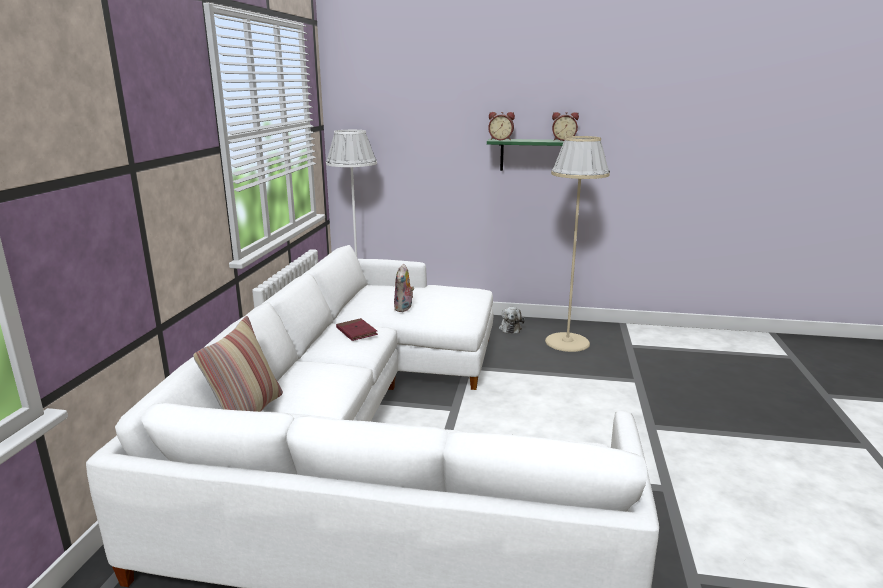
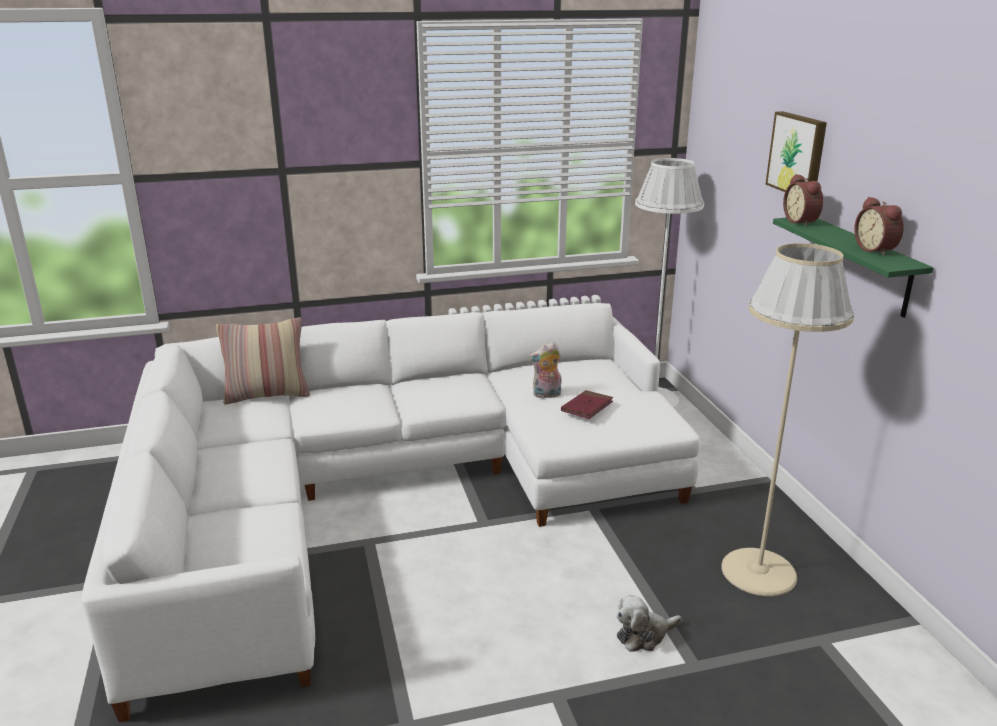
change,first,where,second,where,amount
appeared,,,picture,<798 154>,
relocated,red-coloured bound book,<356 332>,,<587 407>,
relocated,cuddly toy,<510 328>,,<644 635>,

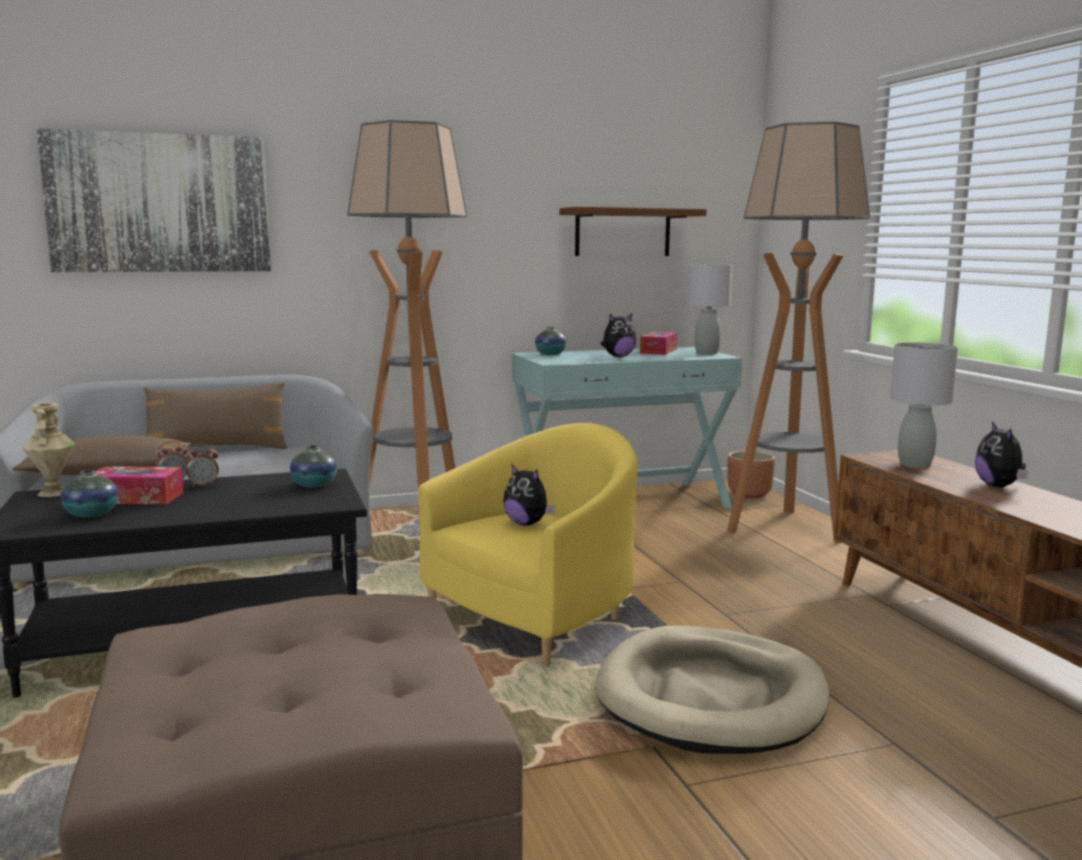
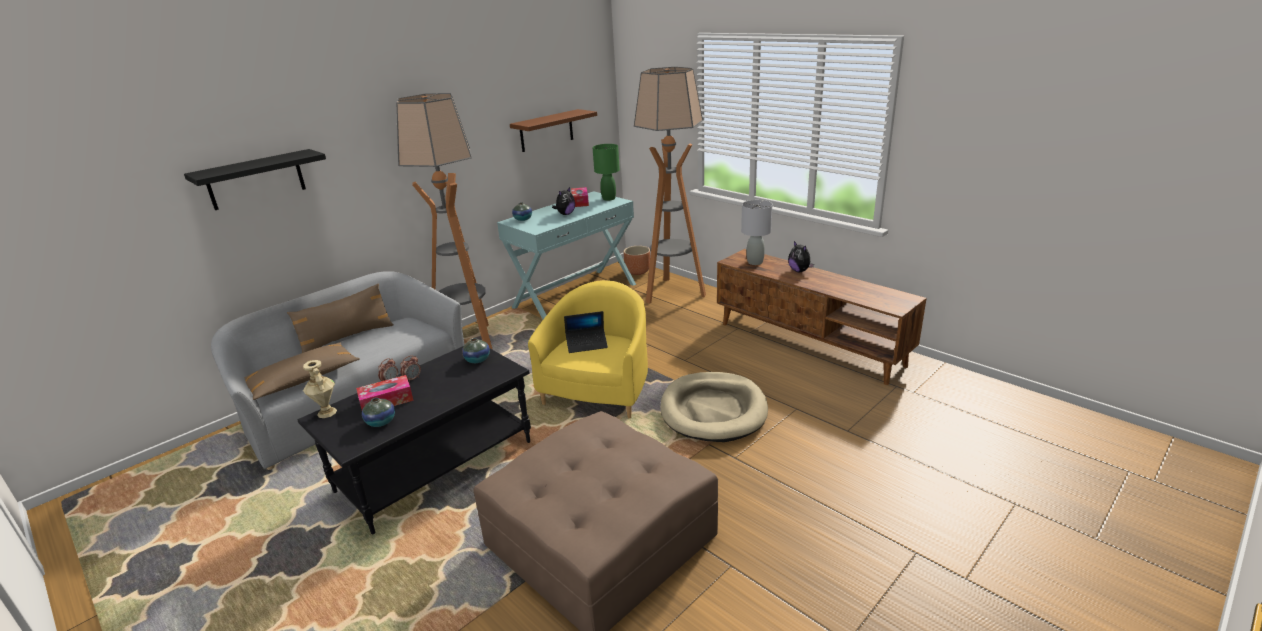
change,first,where,second,where,amount
exchanged,picture,<160 203>,blackish shelf,<256 180>,
exchanged,cuddly toy,<527 523>,notebook computer,<587 344>,
colour,grey table lamp,<706 353>,green table lamp,<608 198>,

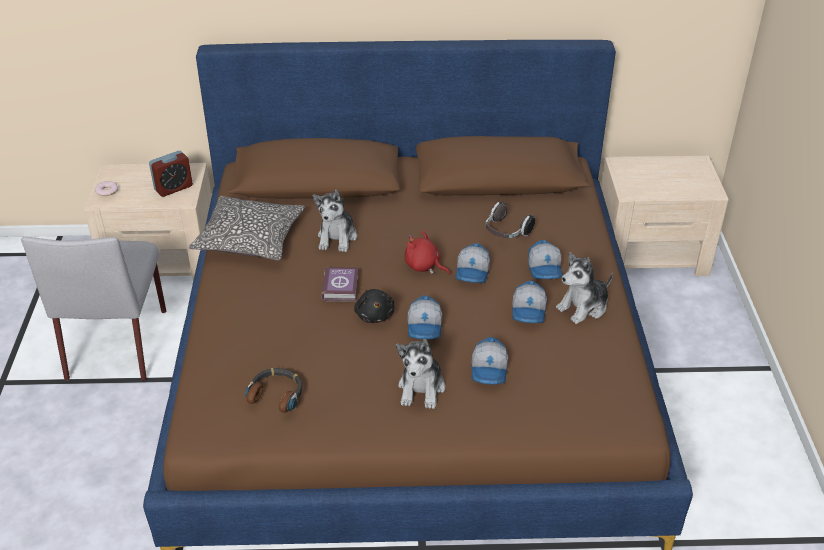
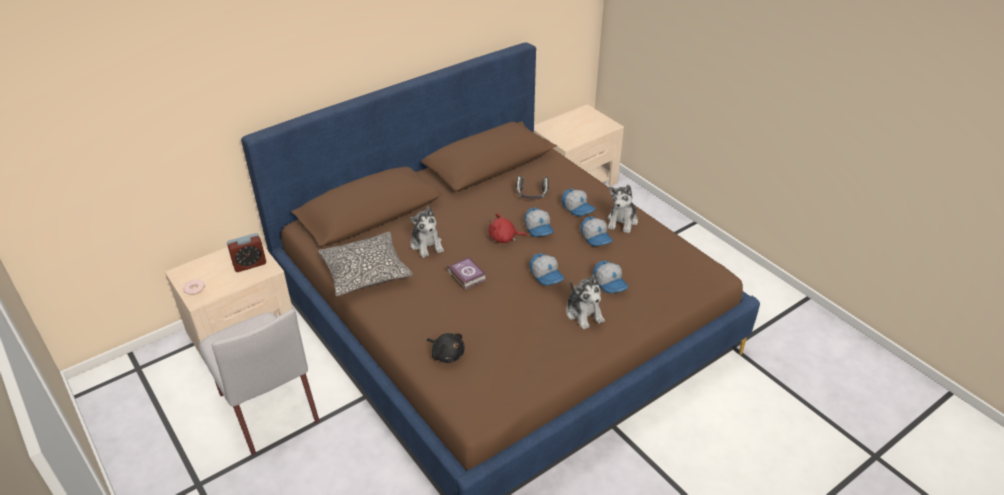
change,first,where,second,where,amount
missing,pair of headphones,<276 394>,,,
relocated,blackish cuddly toy,<374 314>,,<447 354>,
spun,table clock,<173 188>,,<250 264>,45 degrees clockwise

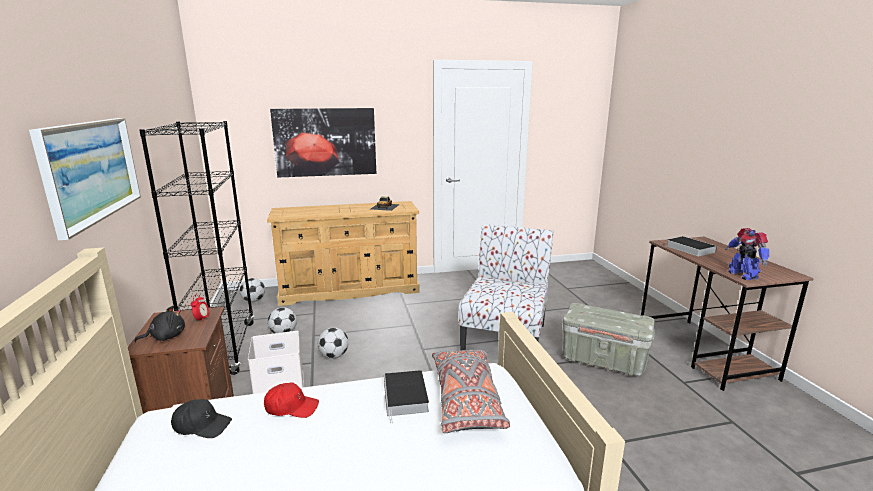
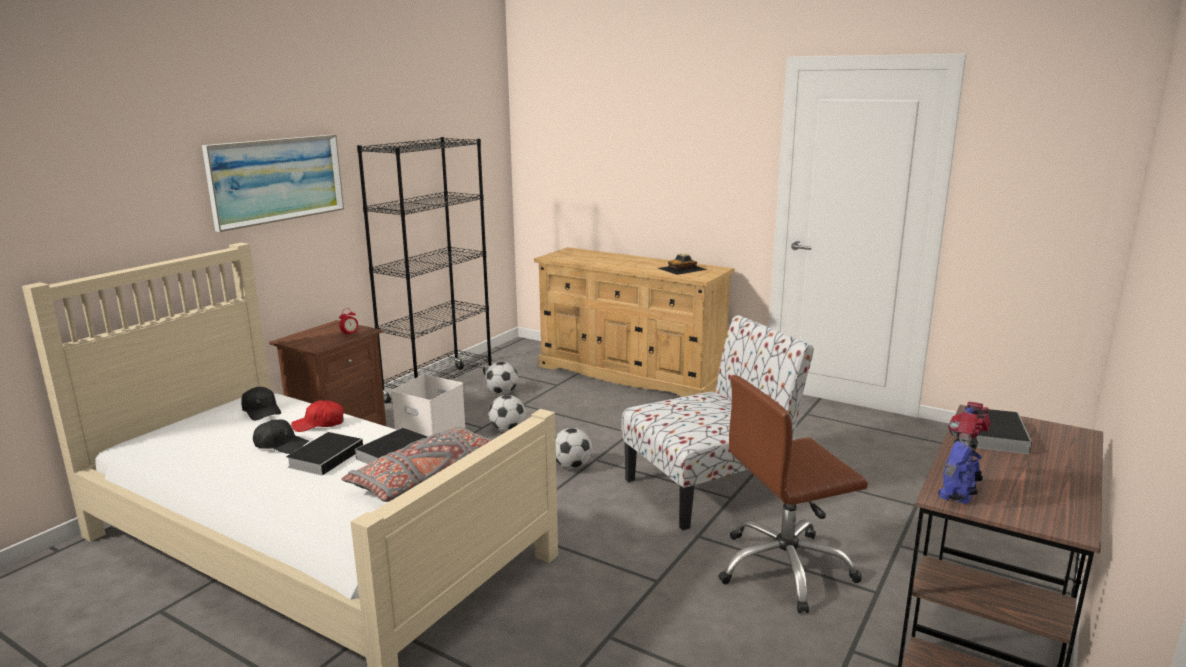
change,first,where,second,where,amount
missing,blackish cuddly toy,<166 337>,,,
missing,picture,<325 142>,,,
appeared,,,blackish cap,<281 445>,
appeared,,,bound book,<327 457>,
relocated,football,<253 301>,,<572 466>,
exchanged,grey storage container,<602 360>,brown office chair,<784 569>,
spun,red-coloured cap,<291 407>,,<319 424>,120 degrees clockwise

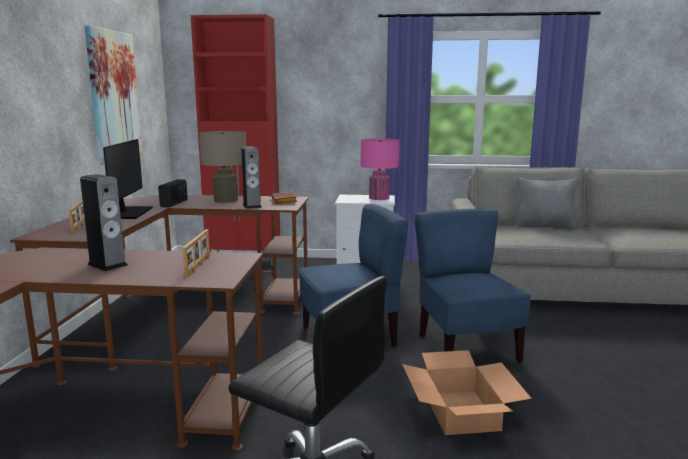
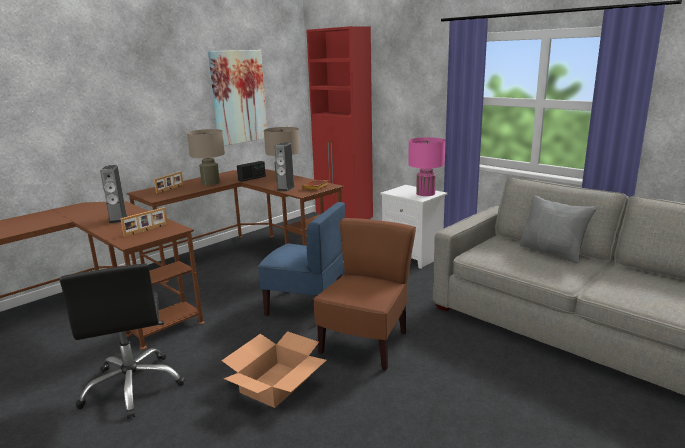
change,first,where,second,where,amount
exchanged,computer display,<126 213>,sand-coloured table lamp,<210 183>,
colour,bluish plain chair,<465 348>,brown plain chair,<365 343>,

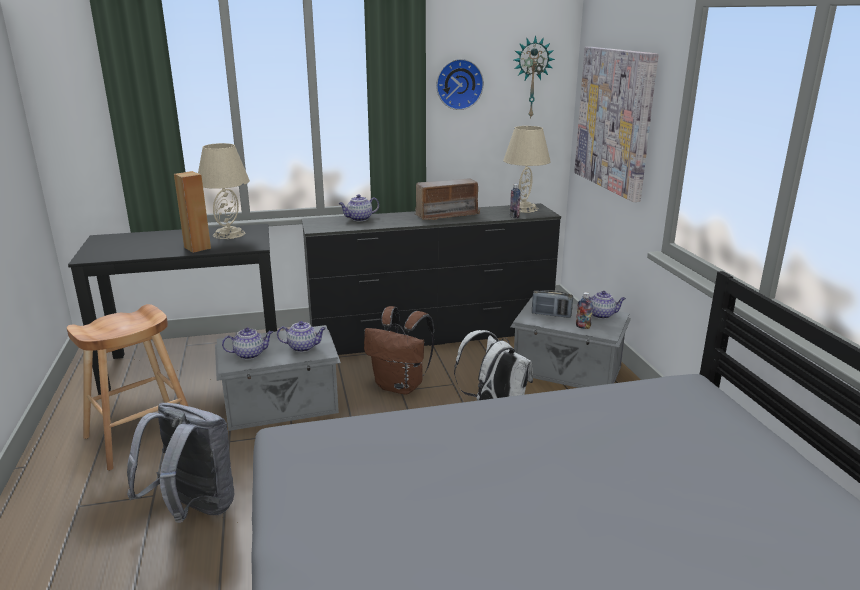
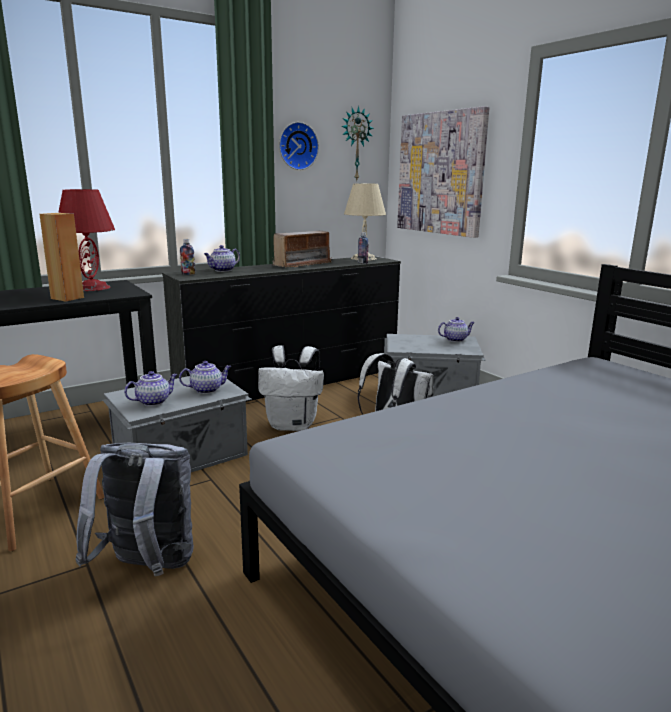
change,first,where,second,where,amount
missing,radio set,<551 315>,,,
relocated,beverage bottle,<583 327>,,<188 274>,
colour,sand-coloured table lamp,<229 234>,red-coloured table lamp,<92 287>,
colour,brown knapsack,<401 386>,white knapsack,<293 425>,

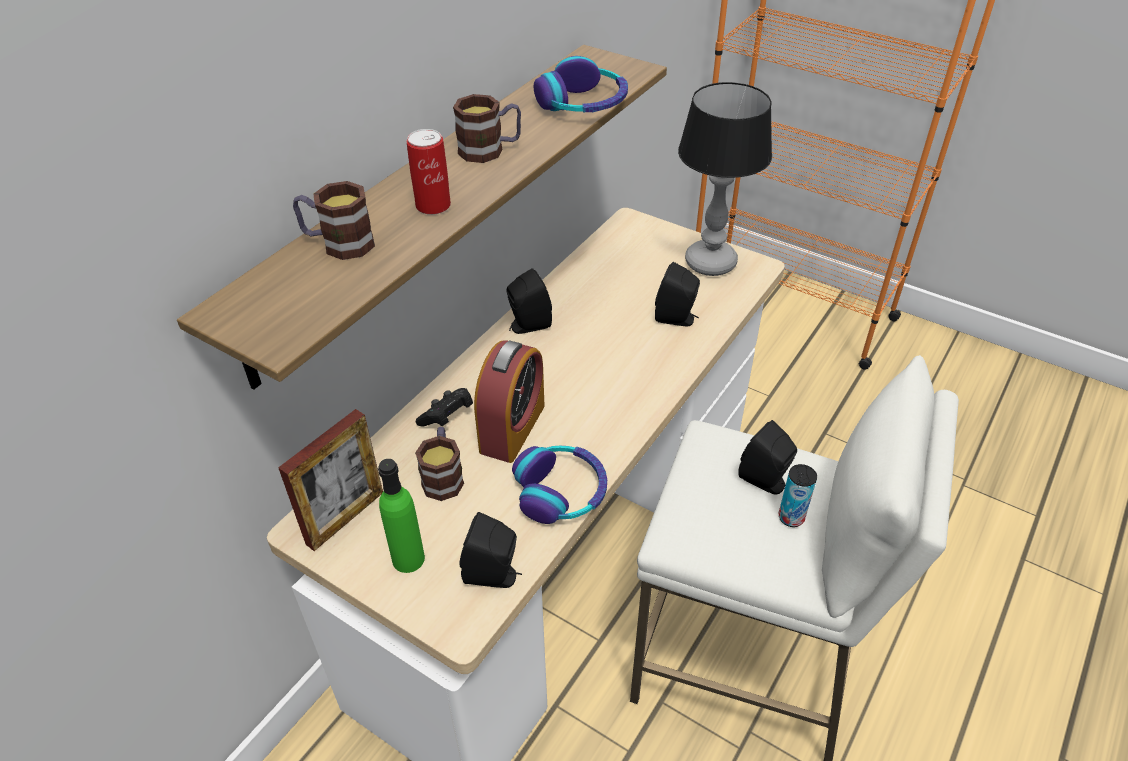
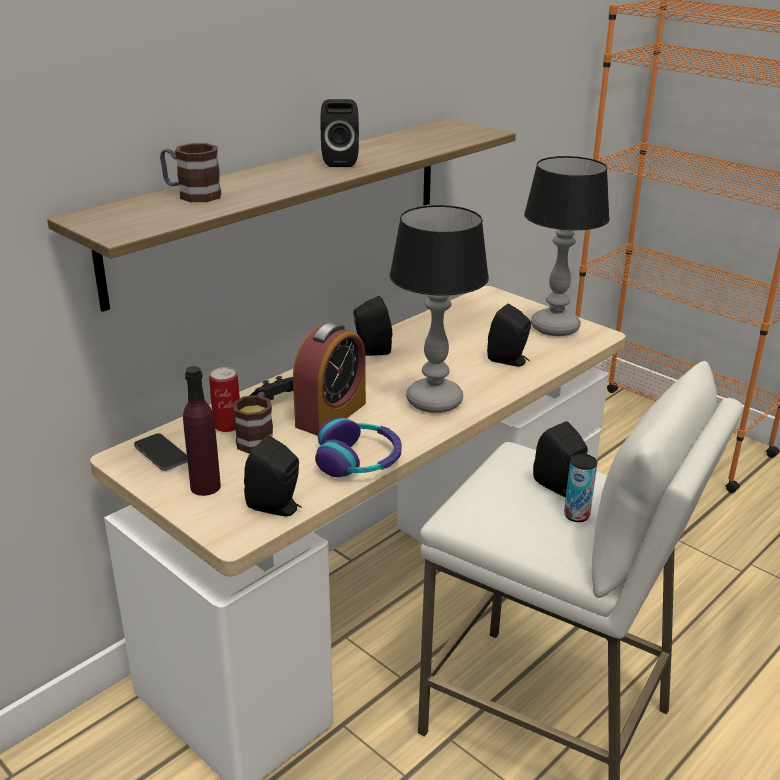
change,first,where,second,where,amount
missing,pair of headphones,<583 104>,,,
appeared,,,table lamp,<433 401>,
relocated,can,<433 205>,,<227 425>,
exchanged,standing frame,<345 518>,handset,<161 454>,
exchanged,mug,<490 150>,blackish speaker,<340 161>,
colour,green beverage bottle,<408 559>,purplish beverage bottle,<205 486>,

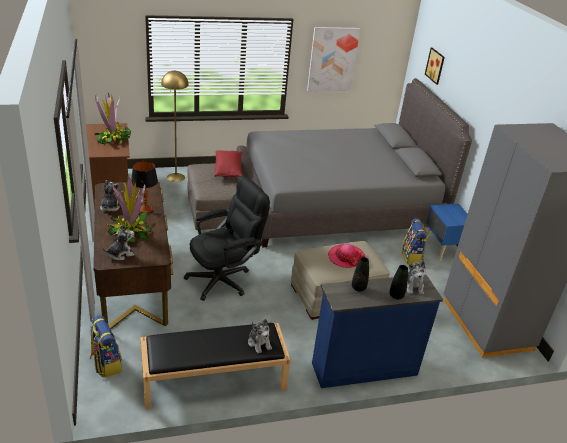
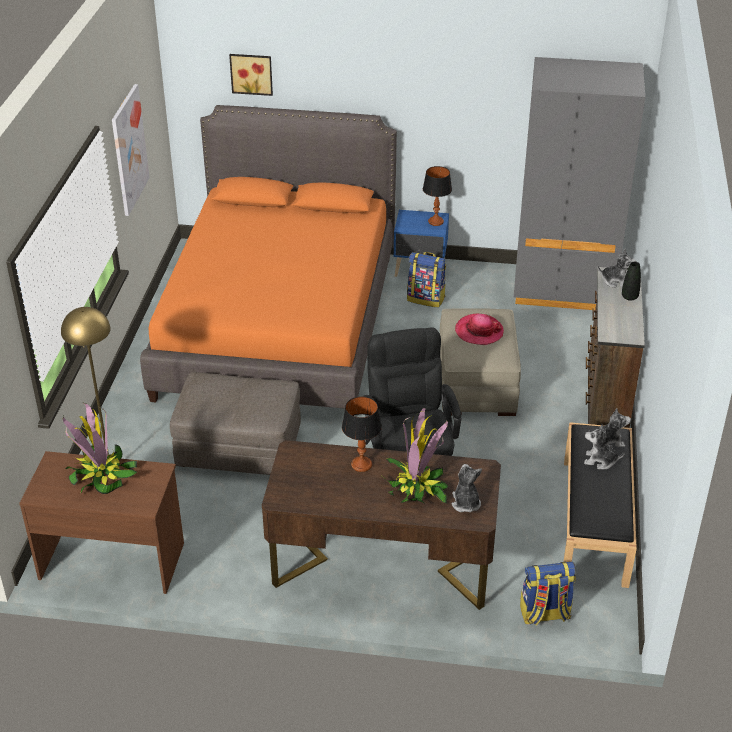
change,first,where,second,where,amount
missing,red-coloured throw pillow,<228 170>,,,
missing,blackish decorative vase,<358 288>,,,
appeared,,,table lamp,<435 222>,
relocated,cuddly toy,<109 207>,,<600 461>,
colour,grey sleeping bed,<336 204>,orangey sleeping bed,<279 324>,
colour,bluish dresser,<363 368>,brown dresser,<605 399>,

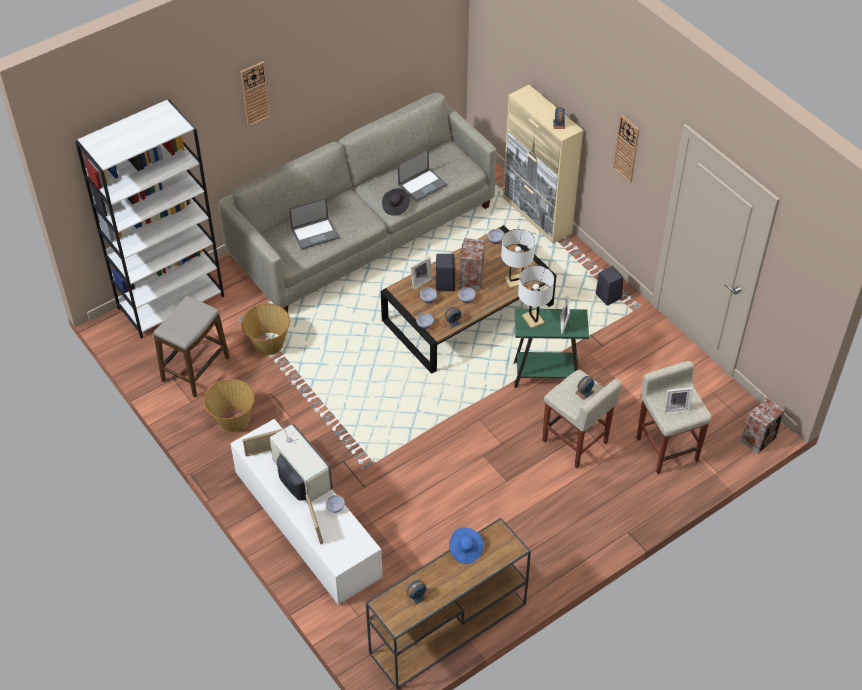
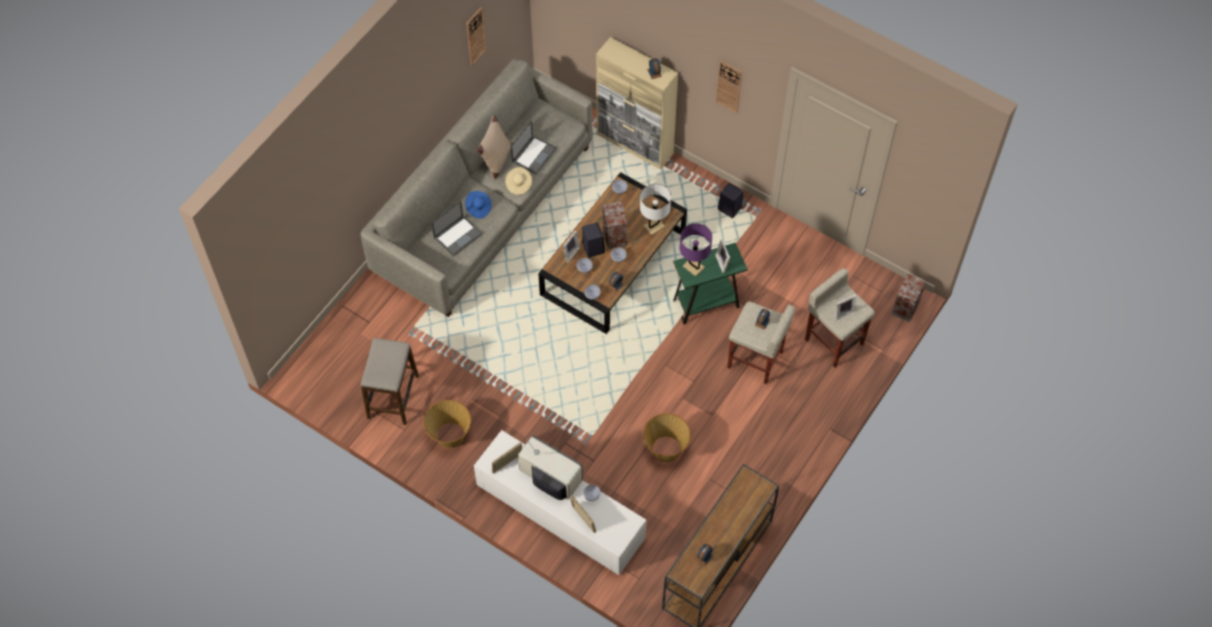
change,first,where,second,where,amount
missing,white bookcase,<171 301>,,,
appeared,,,sand-coloured throw pillow,<496 160>,
relocated,wall clock,<255 93>,,<475 36>,
relocated,household basket,<268 343>,,<665 449>,
relocated,bluish hat,<465 550>,,<478 208>,
colour,blackish hat,<395 206>,sand-coloured hat,<518 184>,
colour,white table lamp,<533 319>,purplish table lamp,<693 267>,

